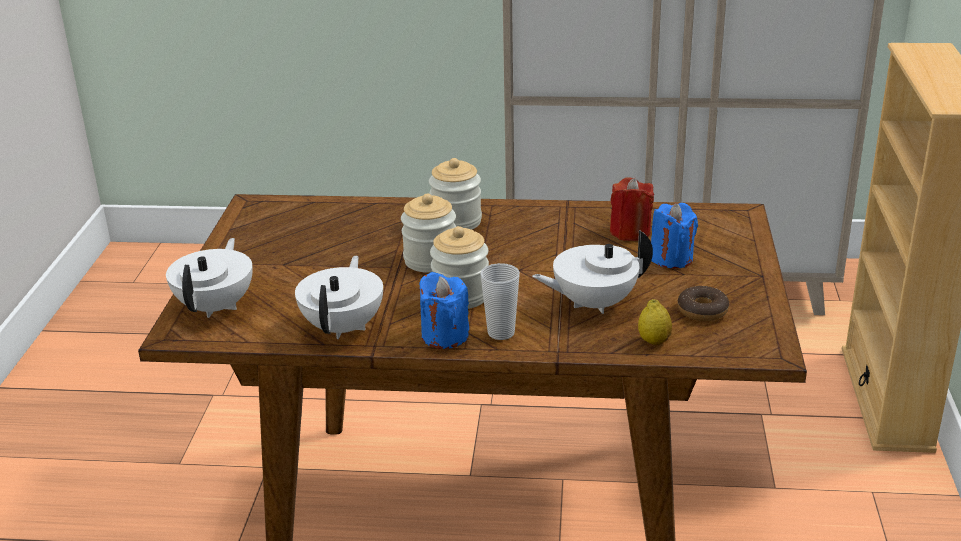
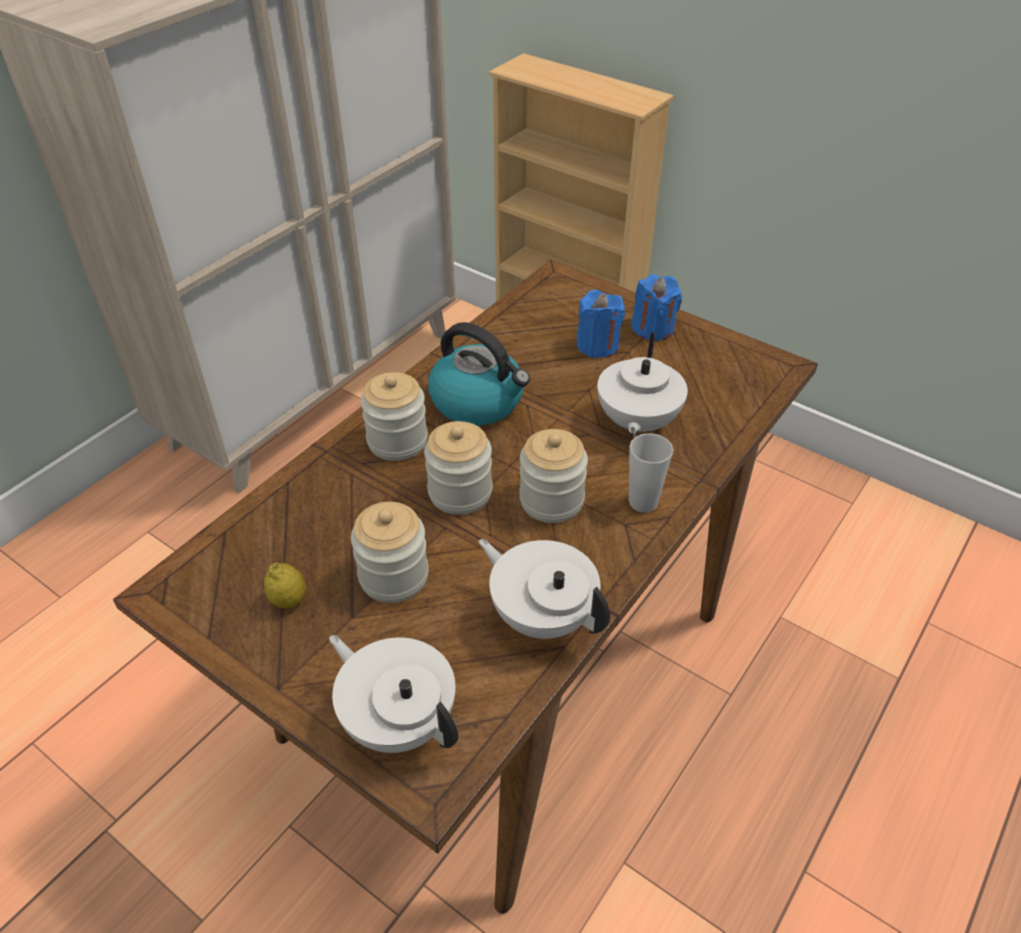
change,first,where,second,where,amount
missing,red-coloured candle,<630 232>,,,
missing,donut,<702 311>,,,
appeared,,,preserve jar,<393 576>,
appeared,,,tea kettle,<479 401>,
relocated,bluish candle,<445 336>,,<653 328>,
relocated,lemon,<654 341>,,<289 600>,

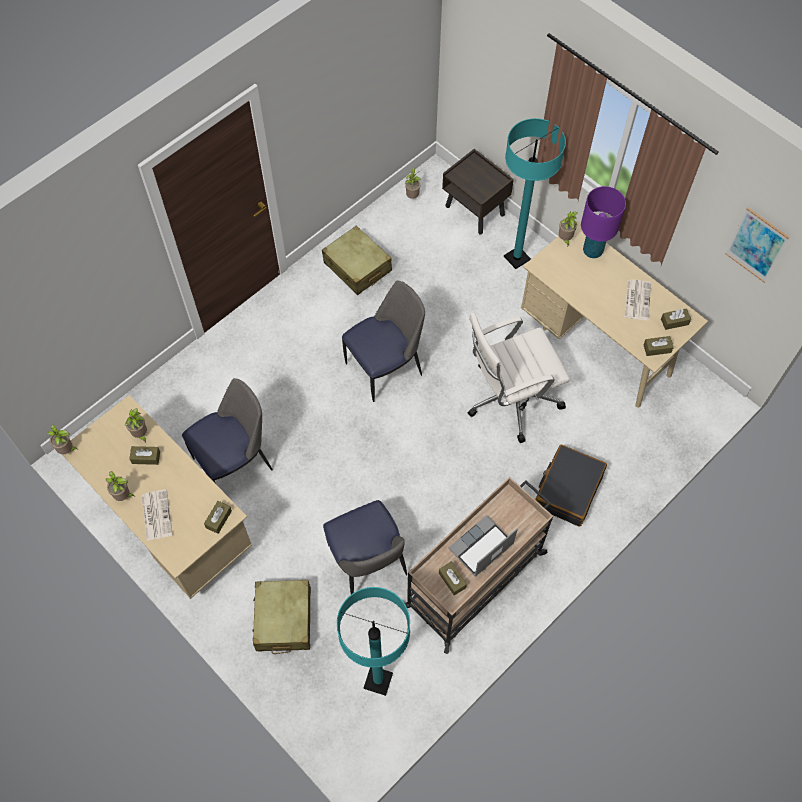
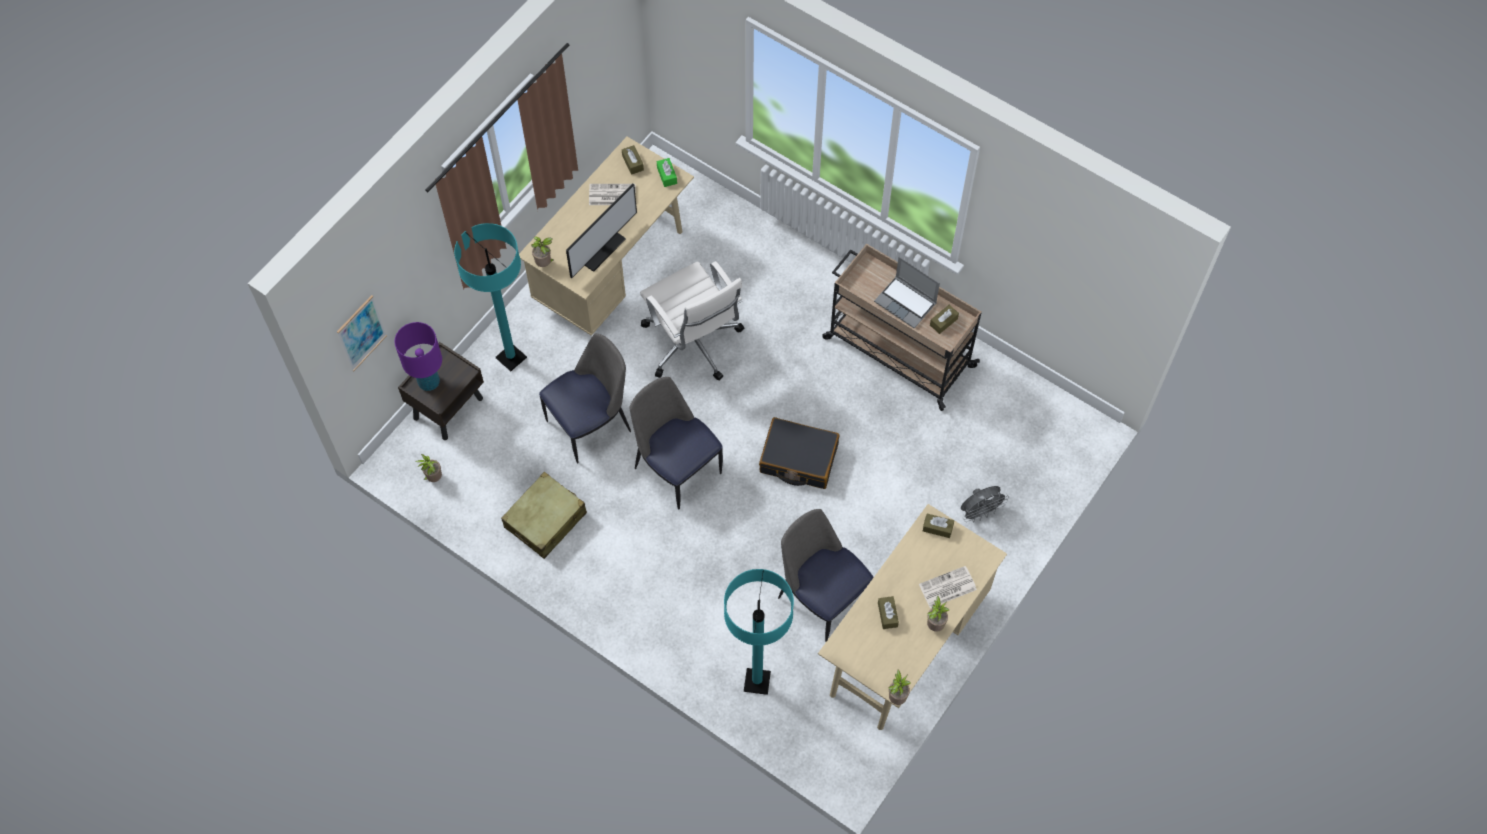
change,first,where,second,where,amount
missing,houseplant,<140 434>,,,
appeared,,,computer display,<601 249>,
relocated,plain chair,<368 563>,,<591 424>,
relocated,blue-green floor lamp,<378 681>,,<757 681>,
relocated,blackish piece of luggage,<568 489>,,<798 459>,
relocated,purplish table lamp,<592 251>,,<429 382>,
relocated,picture,<756 245>,,<361 333>,
exchanged,sand-coloured piece of luggage,<283 619>,grey electric fan,<980 512>,
colour,brown tissue holder,<657 348>,green tissue holder,<667 175>,

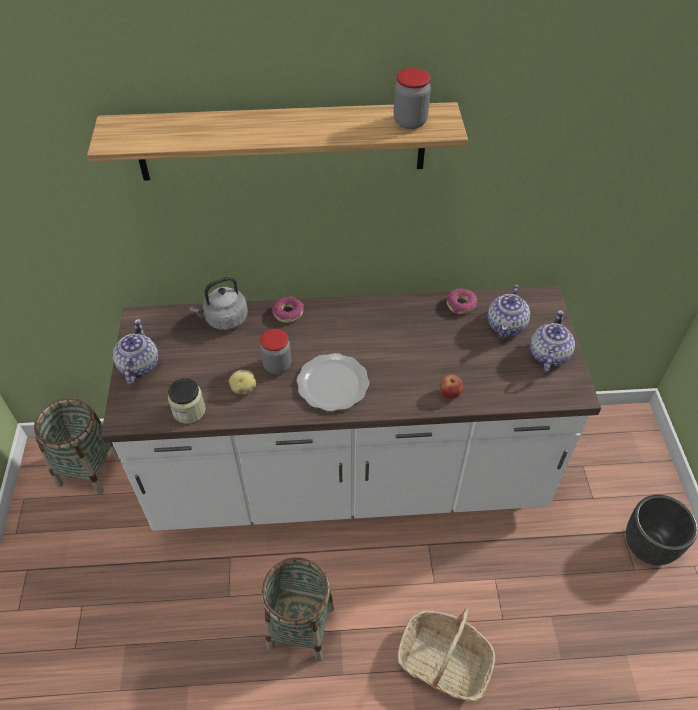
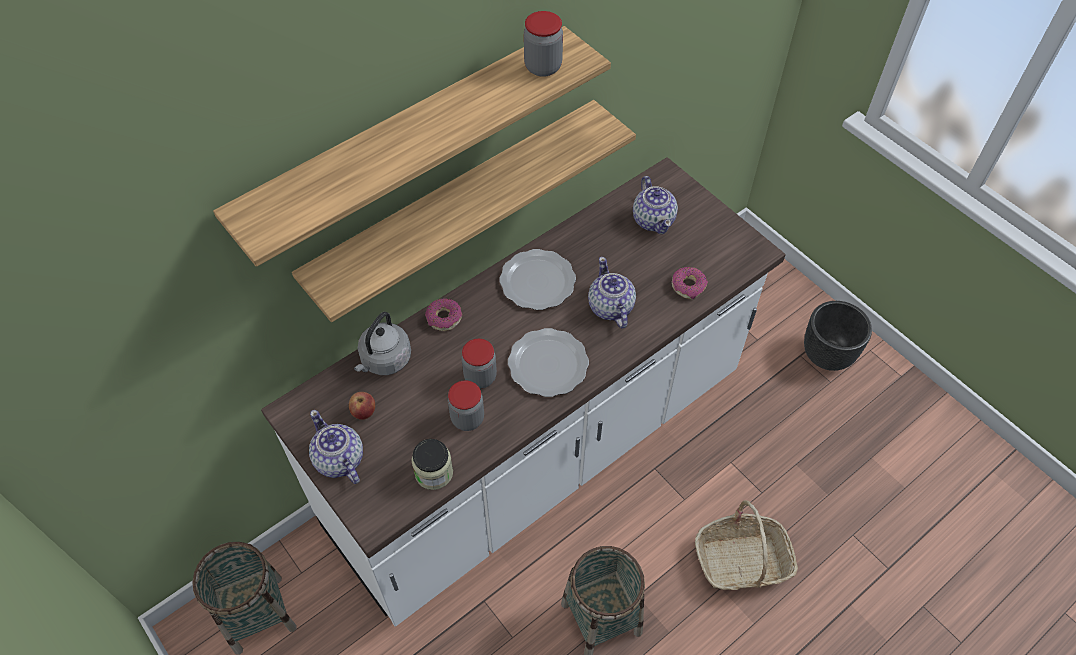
change,first,where,second,where,amount
appeared,,,shelf,<455 206>,
appeared,,,flat dish,<538 282>,
relocated,whole apple,<450 394>,,<364 412>,
relocated,donut,<461 305>,,<688 286>,
relocated,tea pot,<548 355>,,<610 307>,
exchanged,potato,<243 388>,preserve jar,<467 418>,

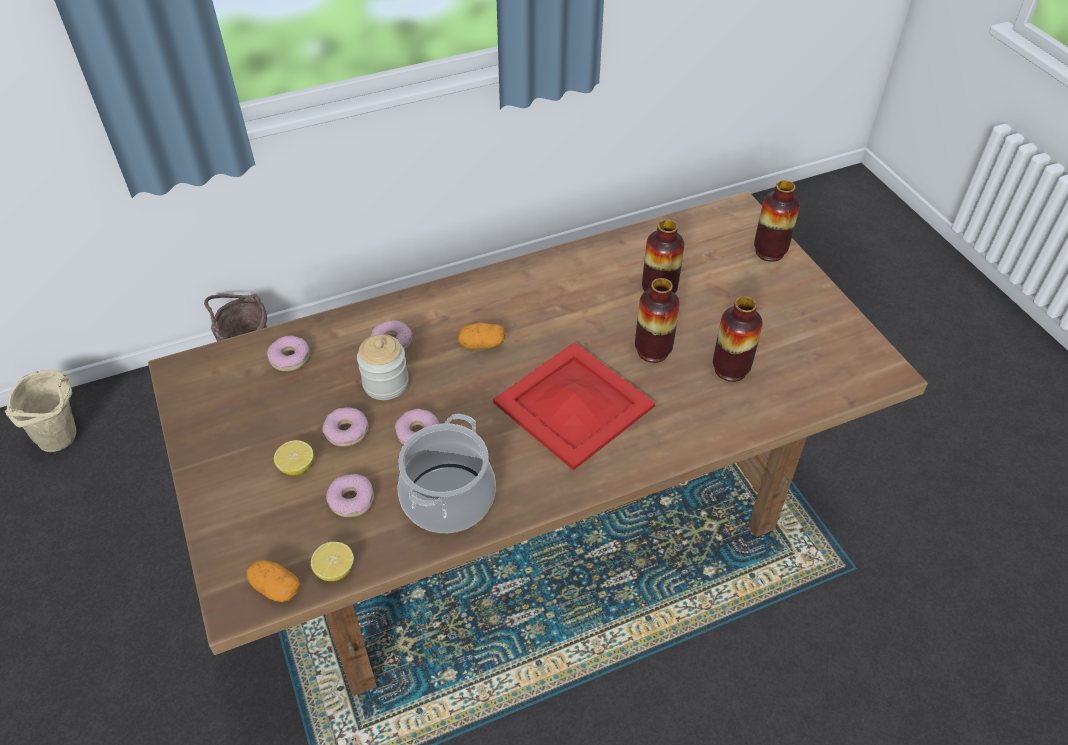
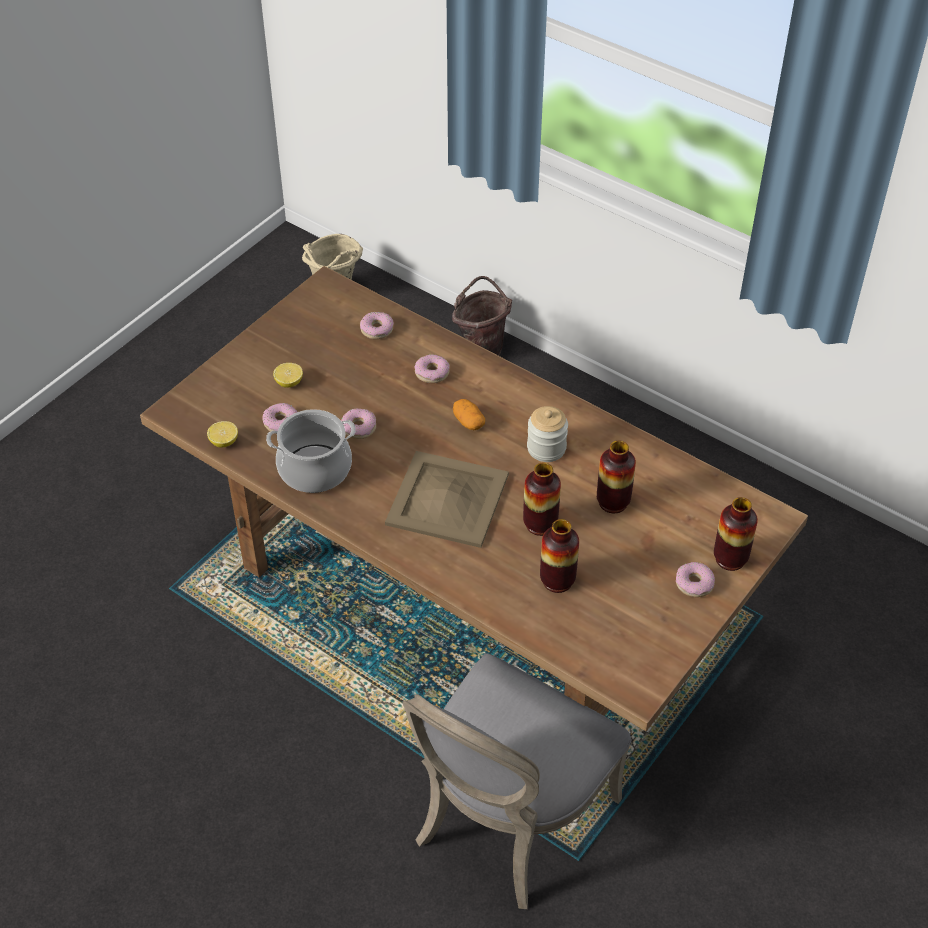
change,first,where,second,where,amount
missing,potato,<276 588>,,,
appeared,,,grey plain chair,<507 822>,
relocated,donut,<346 431>,,<694 583>,
relocated,preserve jar,<385 383>,,<546 448>,
colour,red-coloured carrying tray,<572 404>,sand-coloured carrying tray,<447 498>,

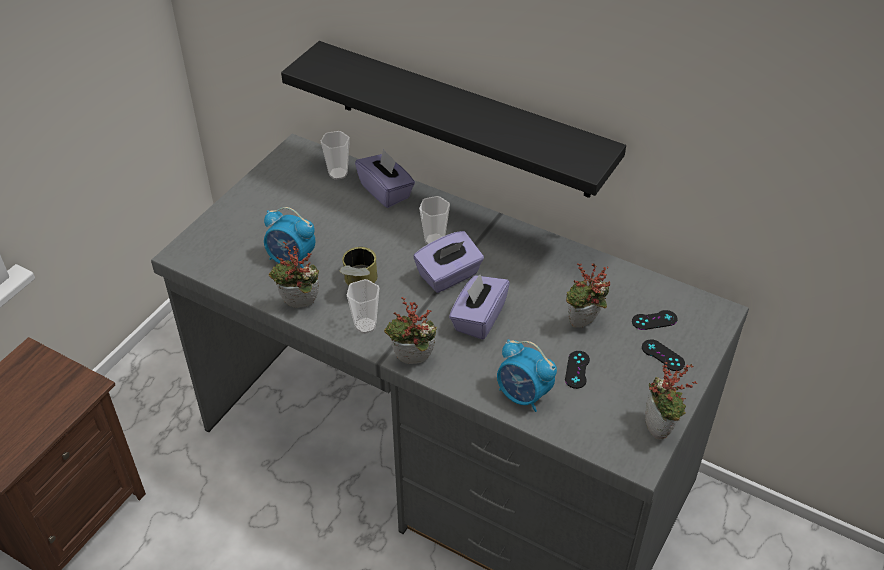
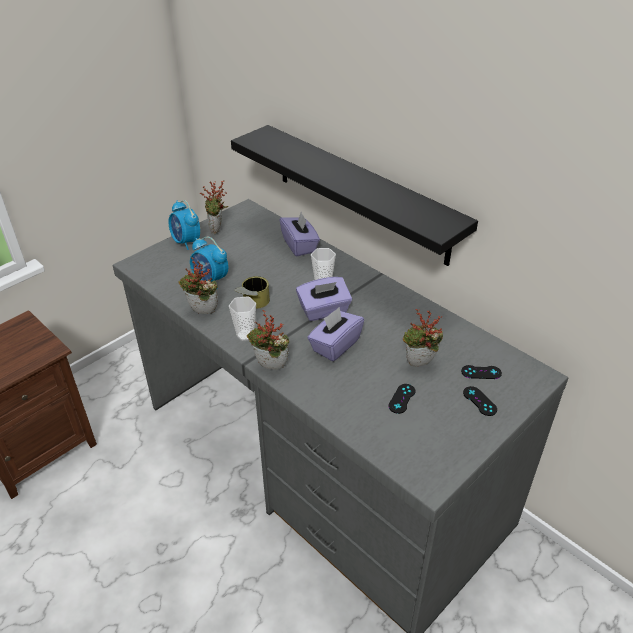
change,first,where,second,where,amount
missing,small cup,<338 173>,,,
relocated,table clock,<523 395>,,<186 242>,
relocated,houseplant,<660 429>,,<218 230>,

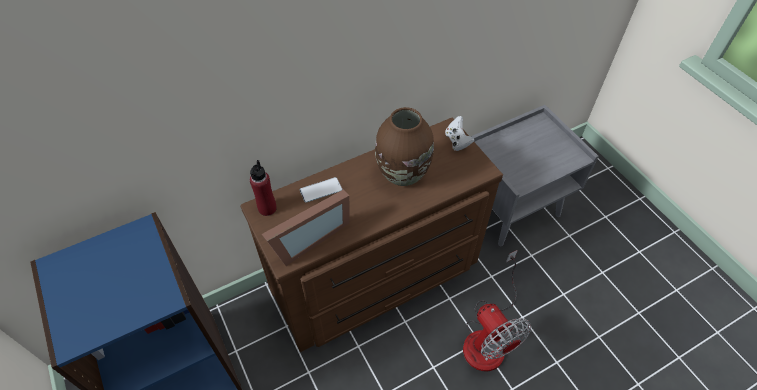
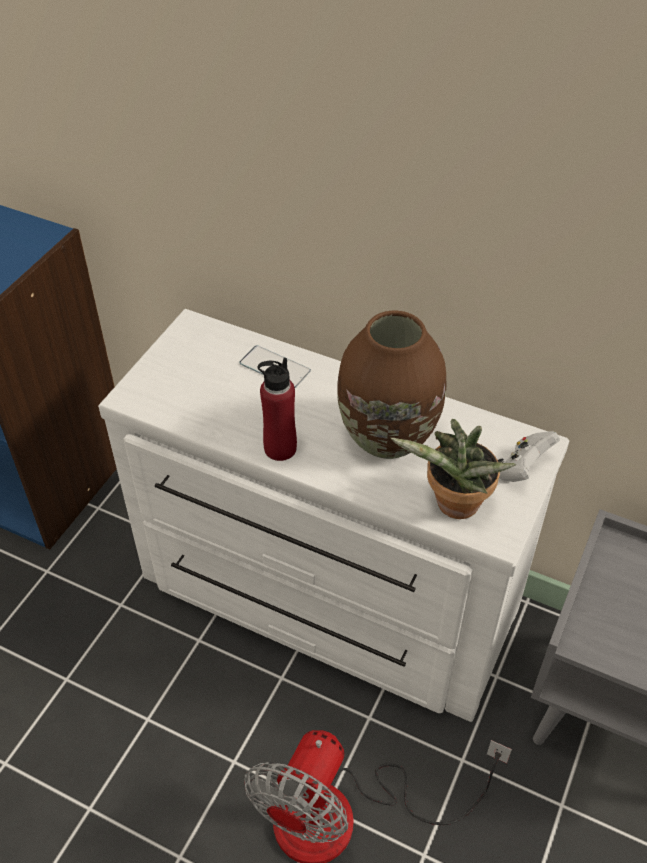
change,first,where,second,where,amount
missing,standing frame,<307 238>,,,
appeared,,,houseplant,<453 507>,
relocated,red-coloured beverage bottle,<267 208>,,<280 448>,
colour,brown dresser,<378 279>,white dresser,<324 600>,

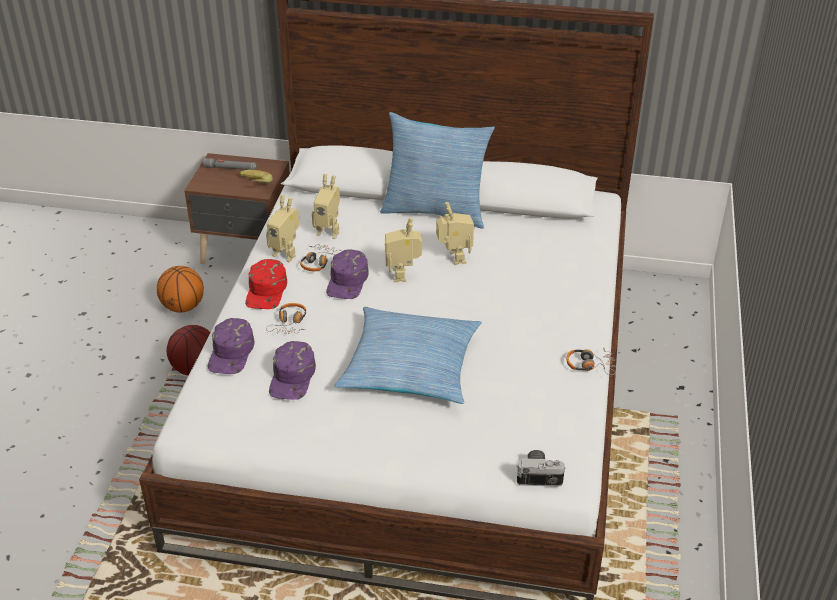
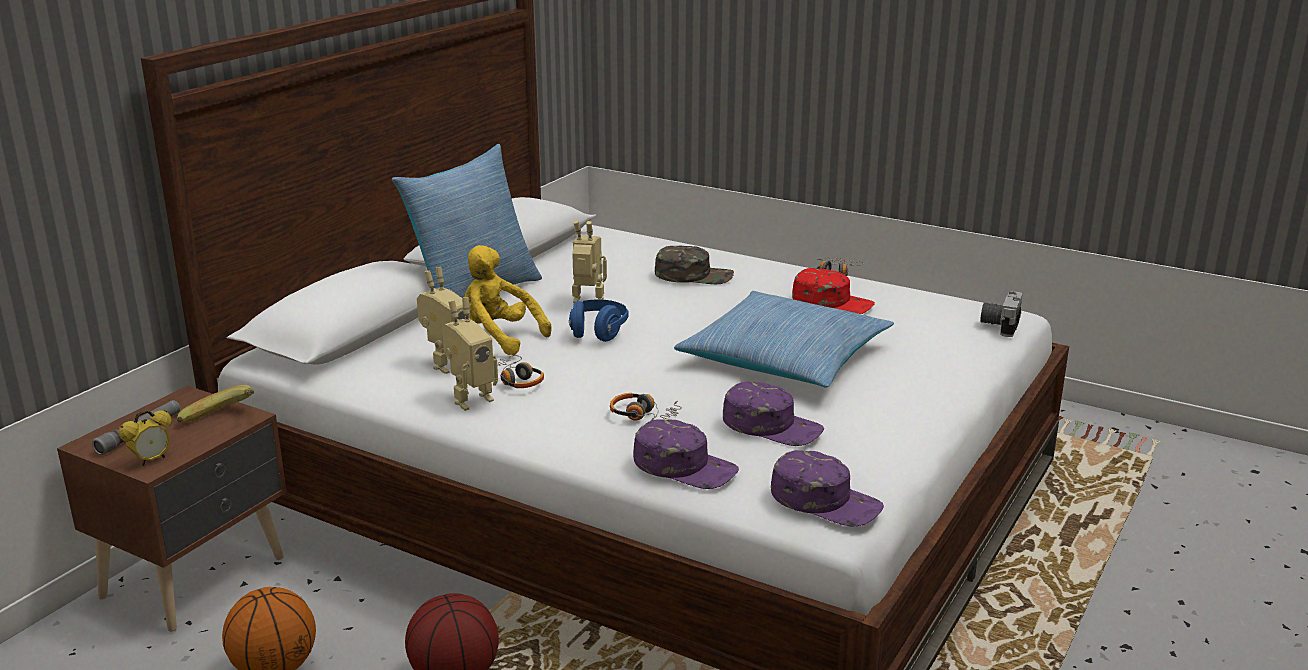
change,first,where,second,where,amount
appeared,,,table clock,<151 460>,
appeared,,,yellow-coloured cuddly toy,<497 338>,
appeared,,,green cap,<694 275>,
relocated,red-coloured cap,<267 291>,,<832 302>,
relocated,purplish cap,<348 281>,,<826 500>,
exchanged,toy robot,<403 275>,bluish pair of headphones,<598 333>,

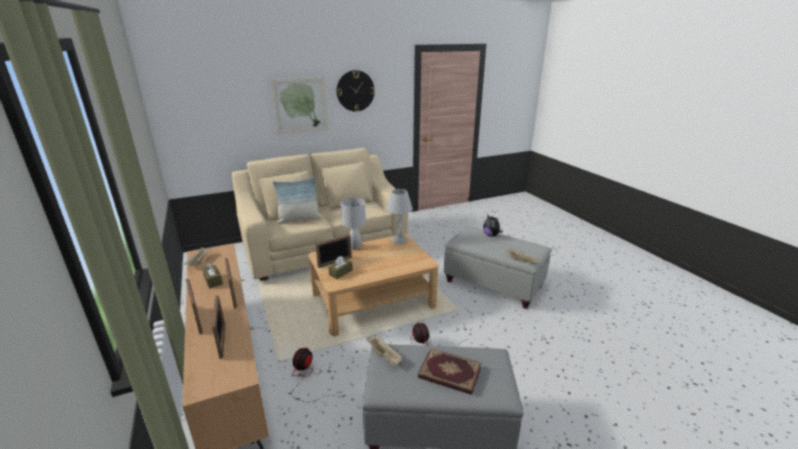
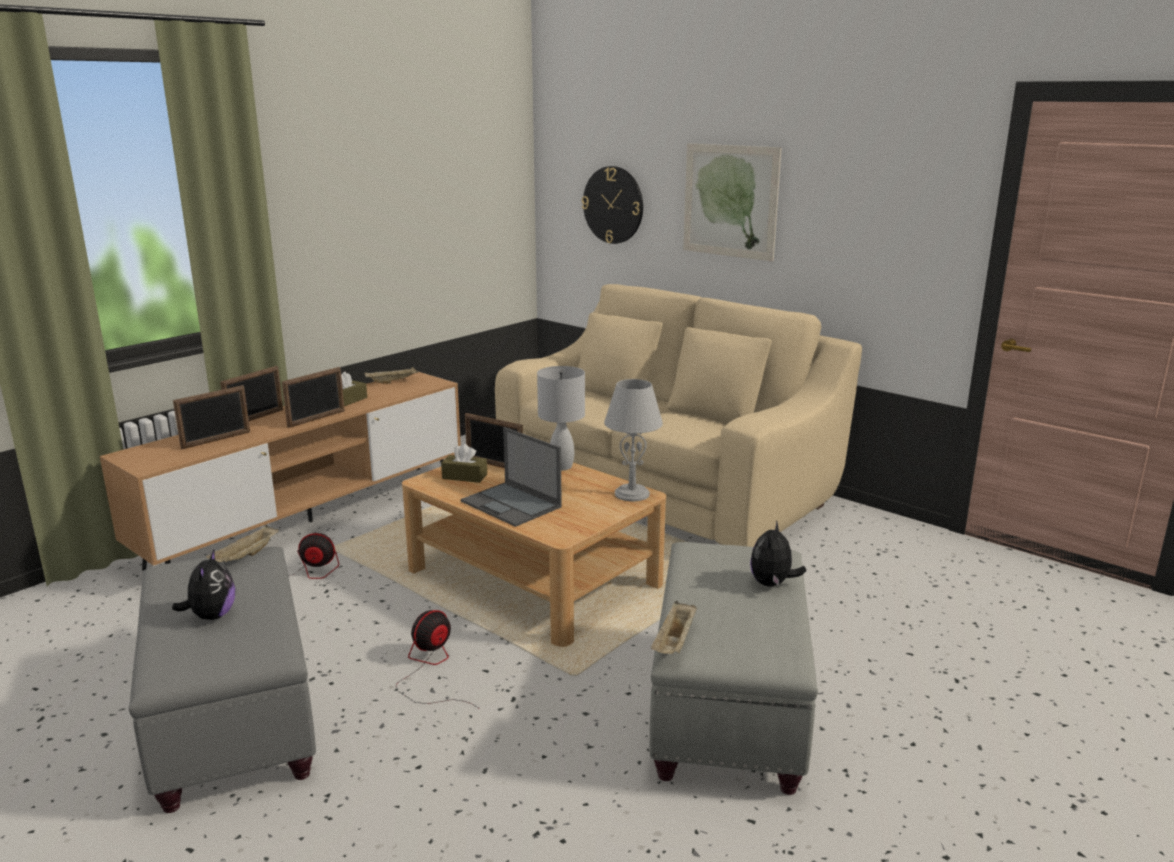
change,first,where,second,where,amount
missing,throw pillow,<299 219>,,,
appeared,,,notebook computer,<512 504>,
relocated,wall clock,<355 91>,,<613 205>,
exchanged,bound book,<449 373>,cuddly toy,<211 616>,

